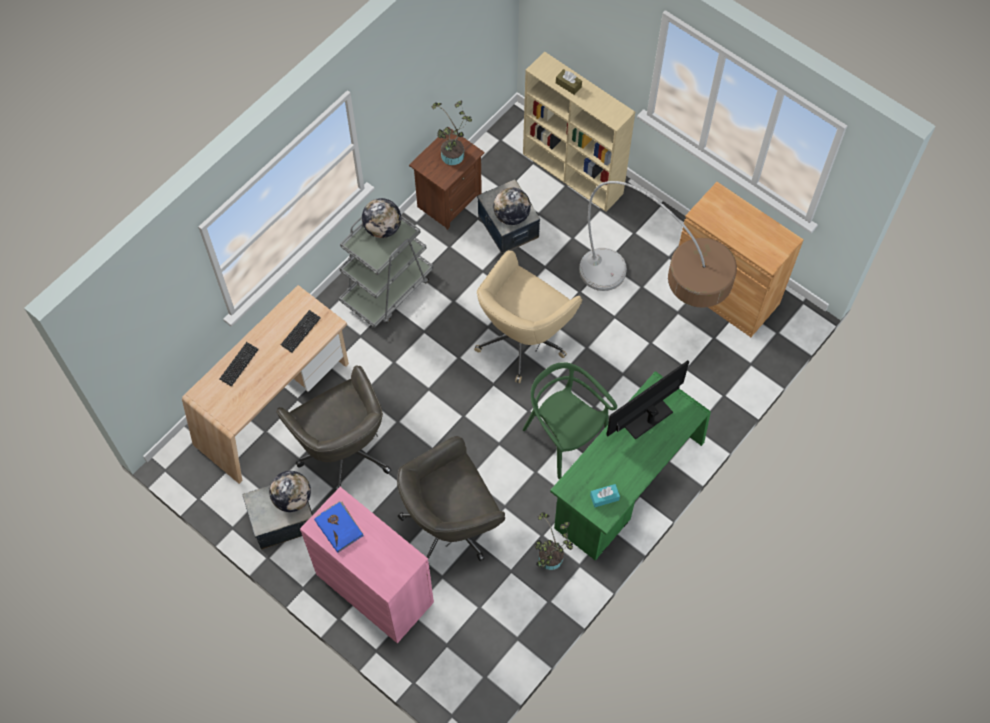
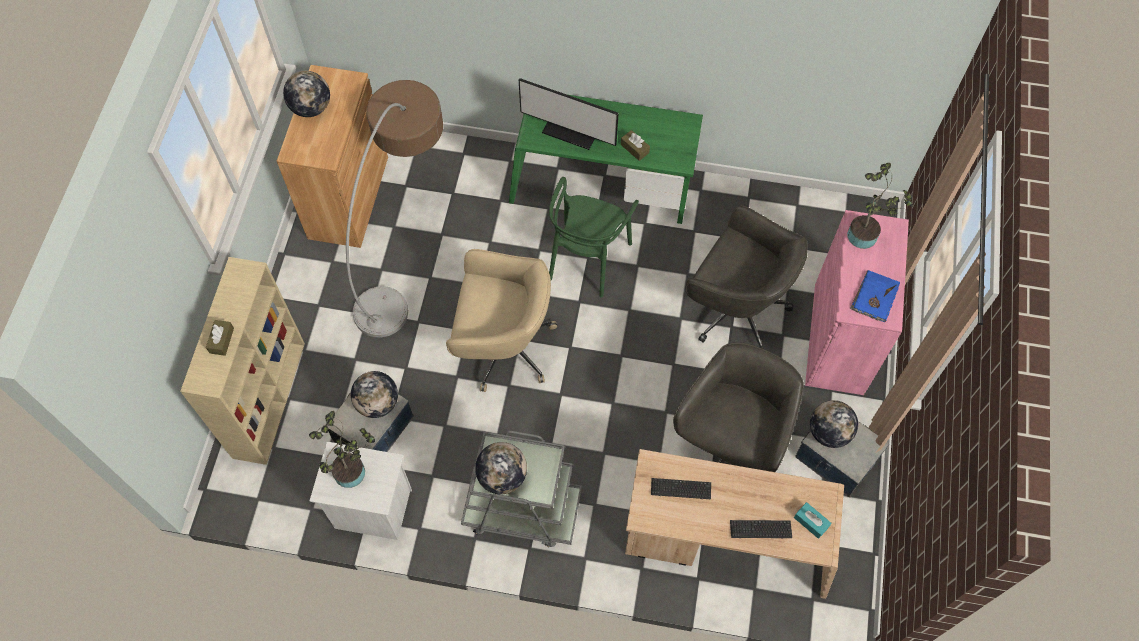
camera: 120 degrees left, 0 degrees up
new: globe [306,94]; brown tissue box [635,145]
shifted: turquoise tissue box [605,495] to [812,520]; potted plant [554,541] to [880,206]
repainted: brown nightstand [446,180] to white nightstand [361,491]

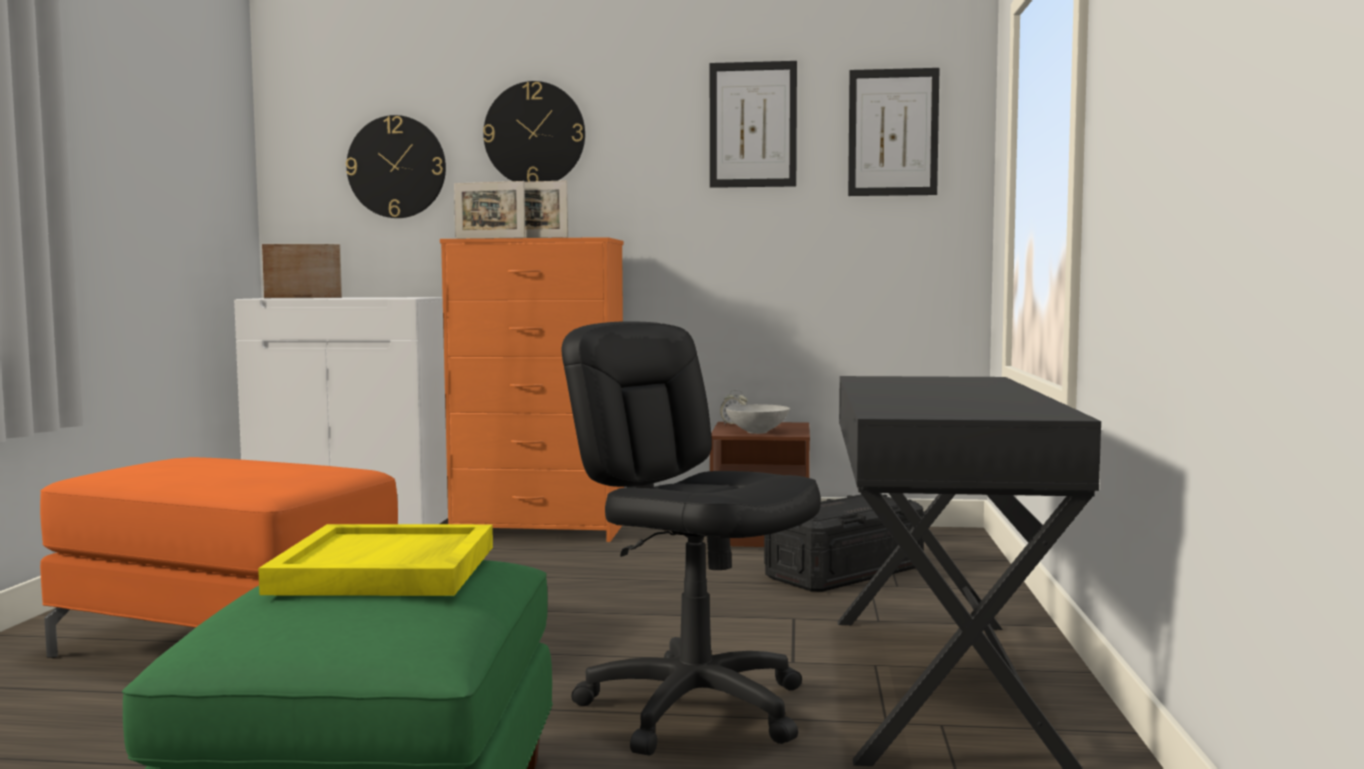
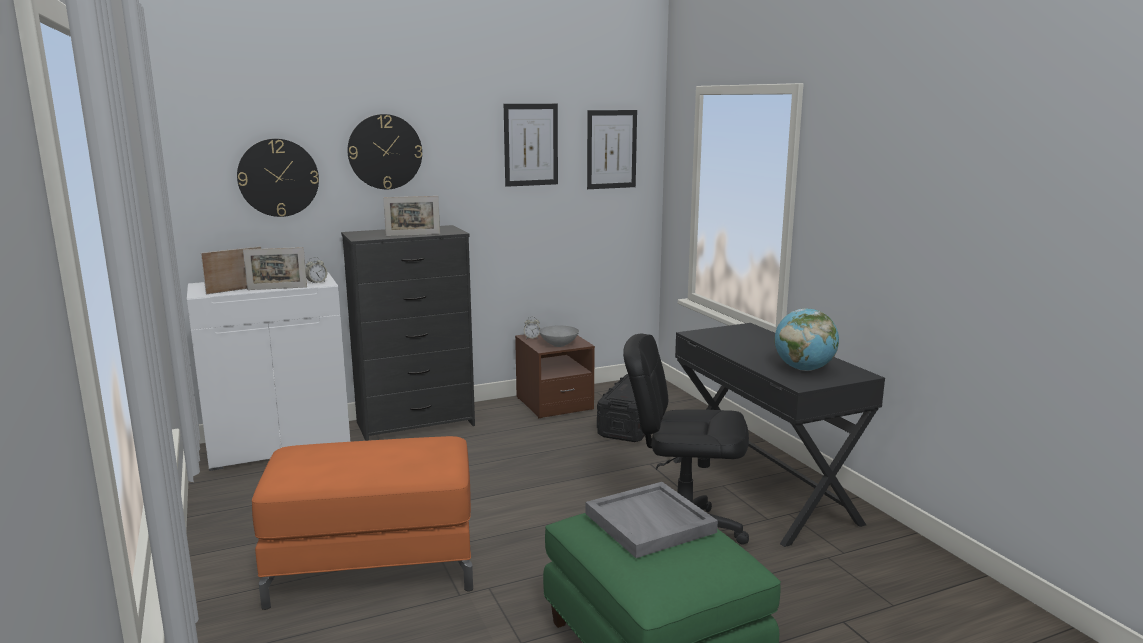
camera: 30 degrees left, 10 degrees up
new: alarm clock [316,270]; globe [806,339]
shifted: picture frame [489,210] to [275,268]
repainted: orange dresser [532,389] to black dresser [408,333]; yellow tray [375,560] to grey tray [651,520]

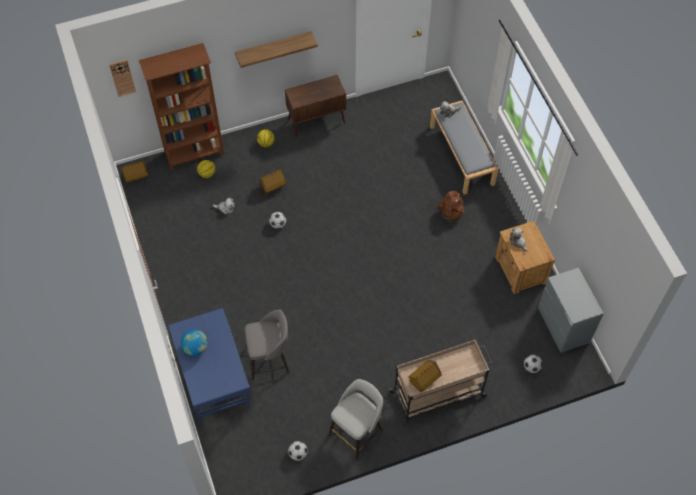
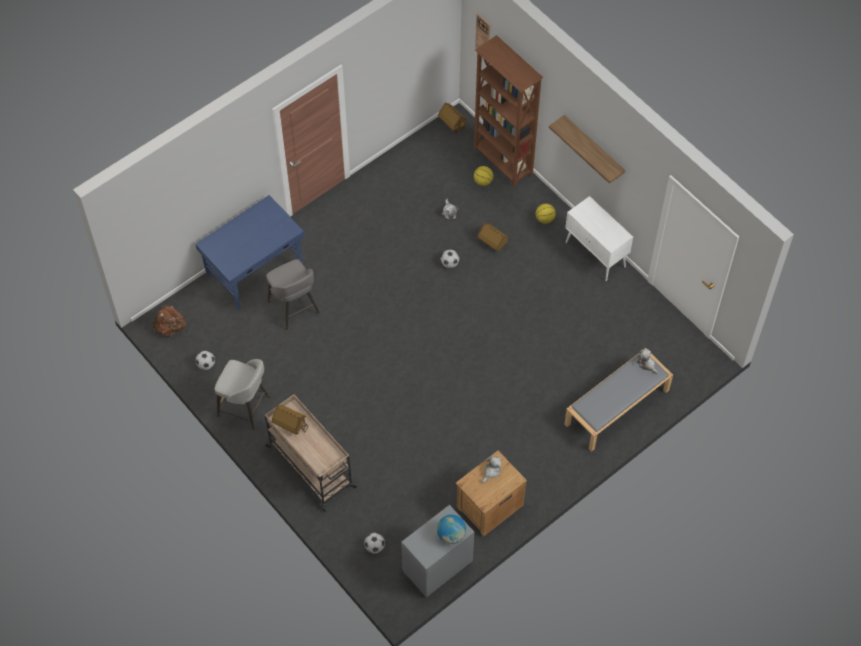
camera: 70 degrees right, 0 degrees up
shifted: brown backpack [451,207] to [169,320]; globe [194,342] to [451,529]
repainted: brown cabinet [315,106] to white cabinet [599,238]

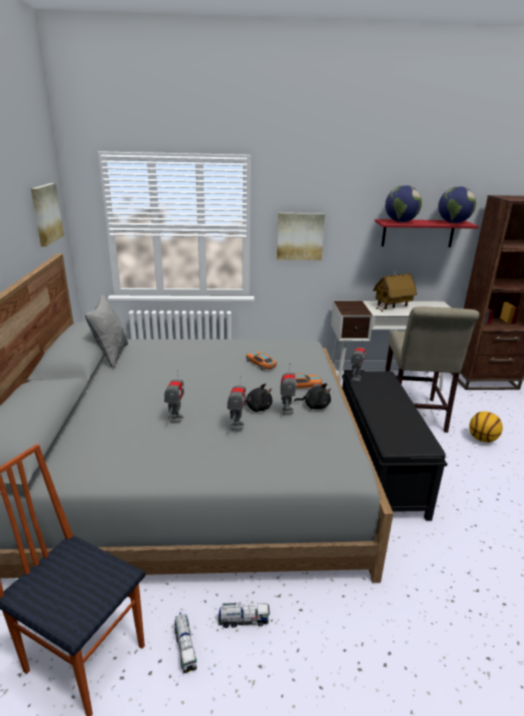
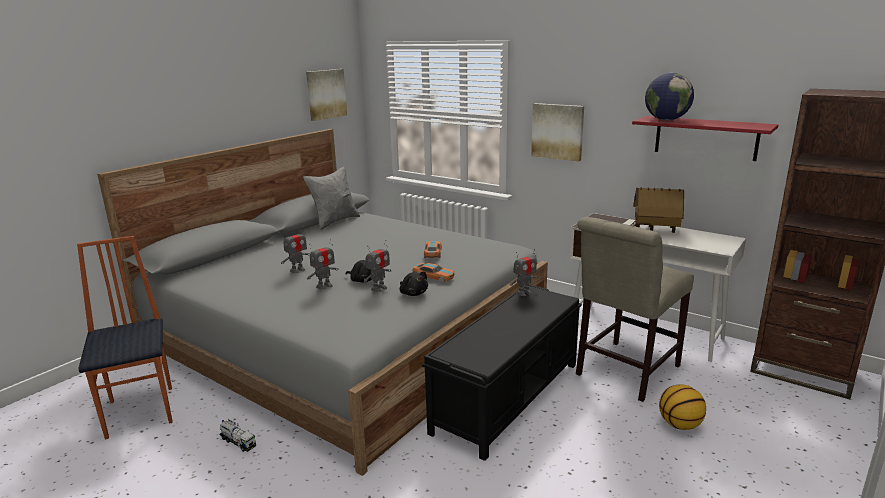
camera: 40 degrees right, 5 degrees down
gone: toy truck [186,643]; globe [457,204]

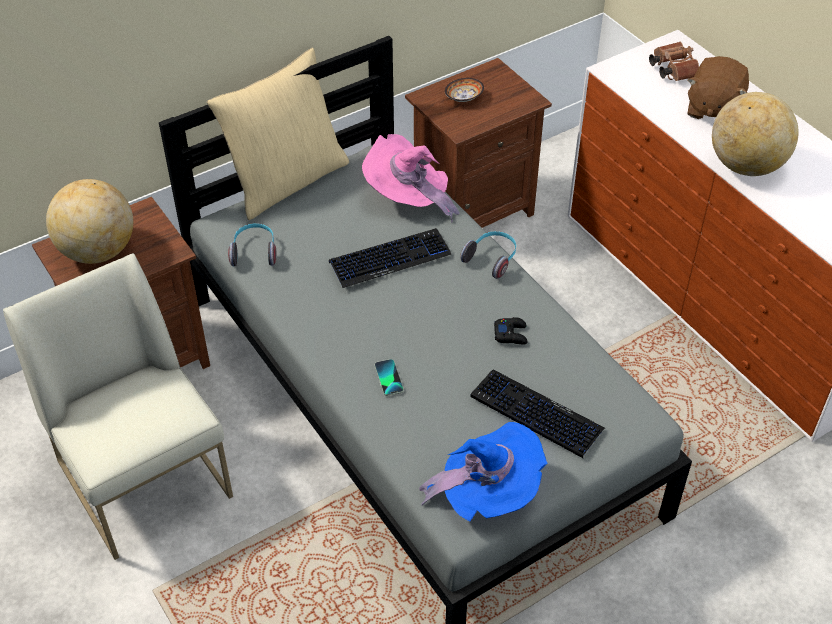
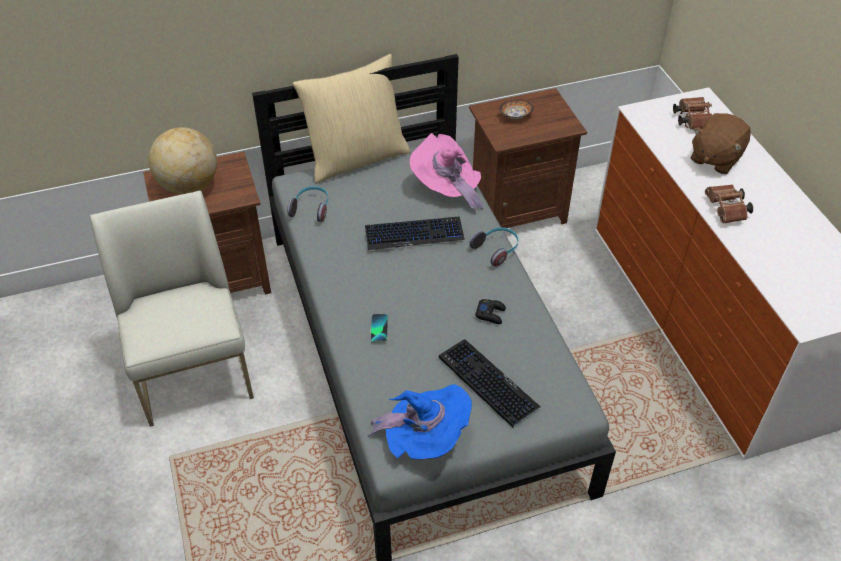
camera: 15 degrees right, 0 degrees up
swapped: globe [755,134] to brown binoculars [729,204]

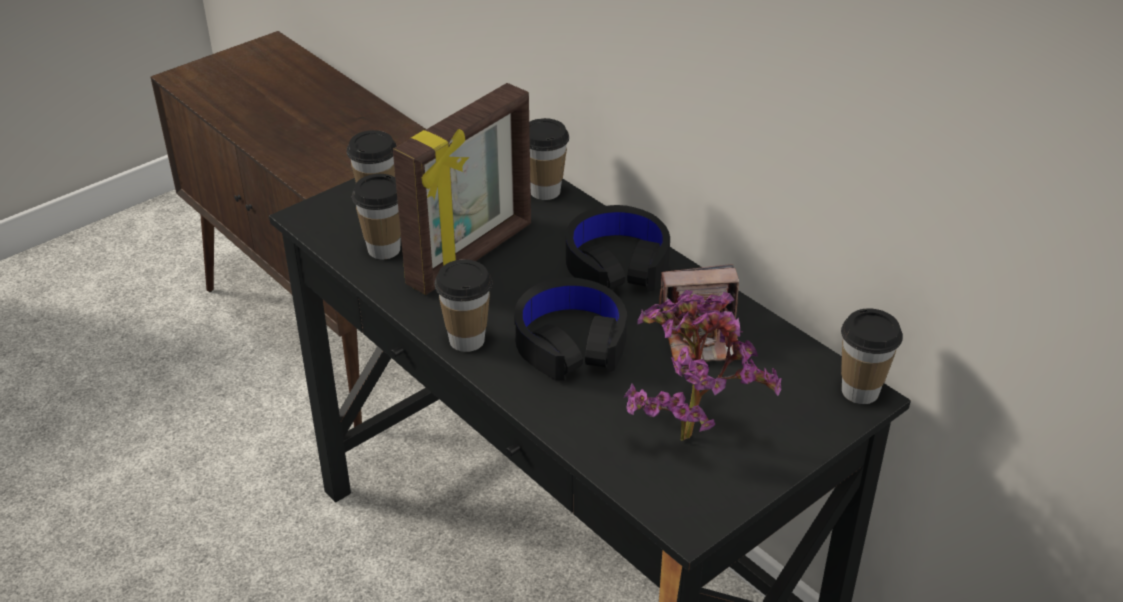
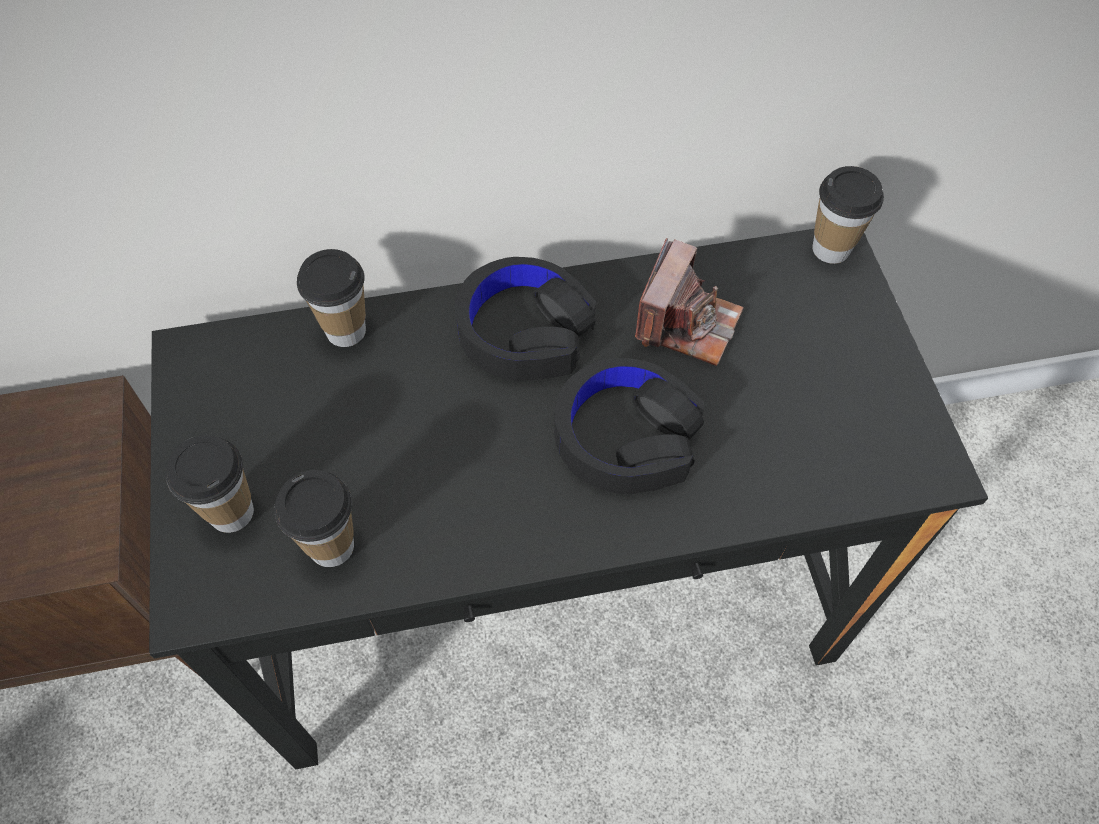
camera: 60 degrees left, 20 degrees up
gone: picture frame [462,189]; cup [463,305]; potted plant [702,365]

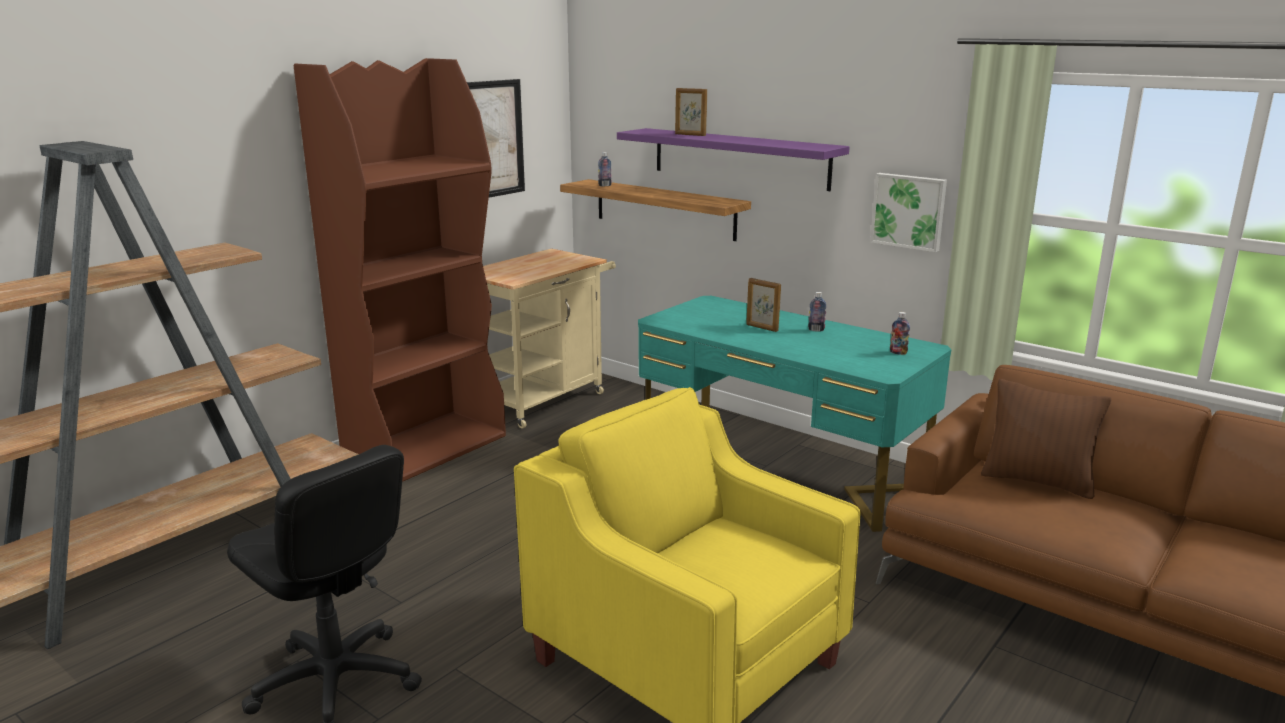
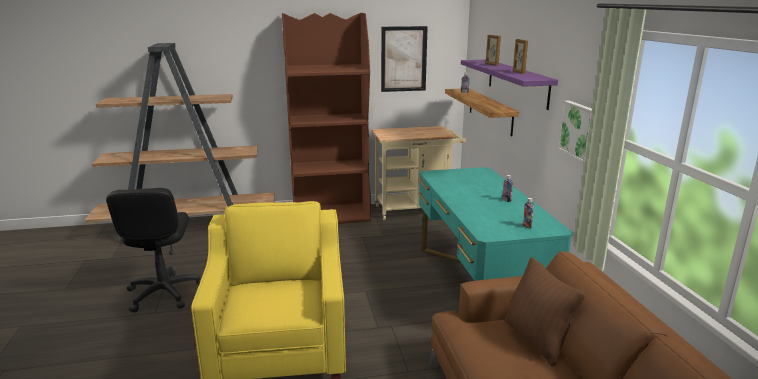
camera: 40 degrees right, 0 degrees up
shifted: picture frame [763,305] to [520,56]

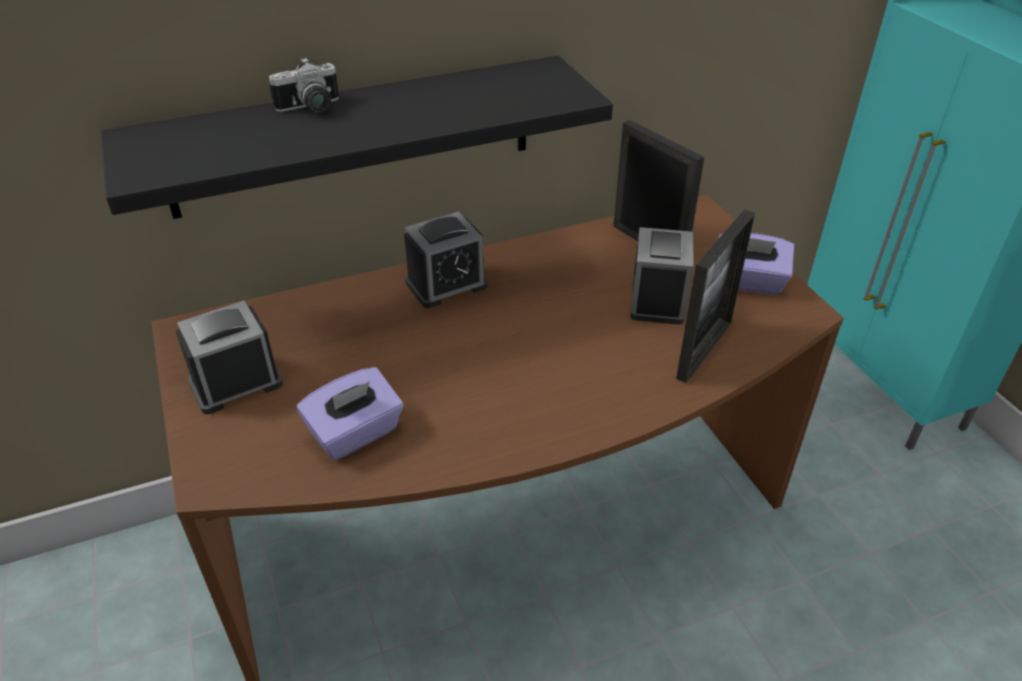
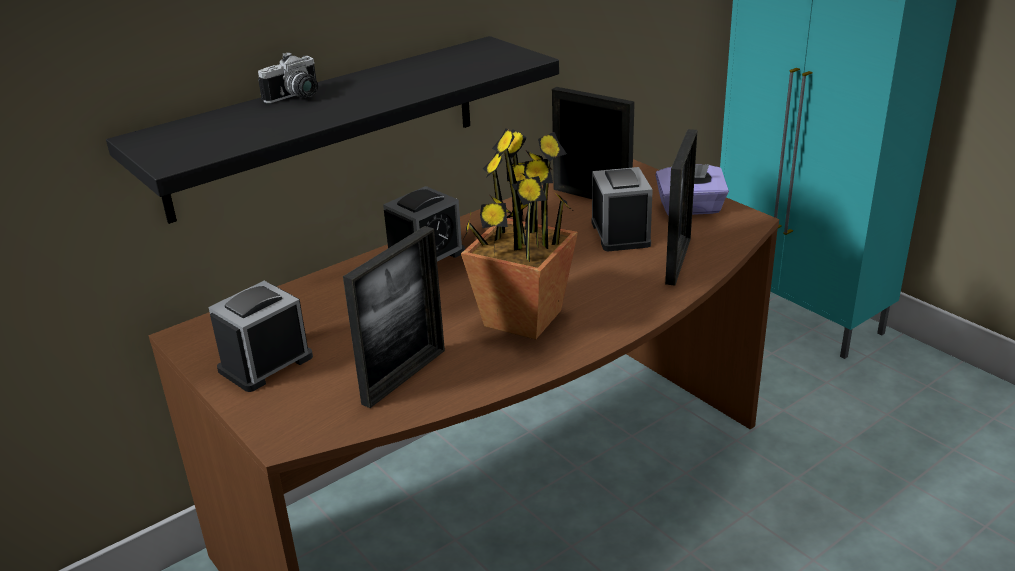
camera: 15 degrees left, 10 degrees down
new: potted plant [519,233]
swapped: purple tissue box [350,413] to picture frame [394,317]

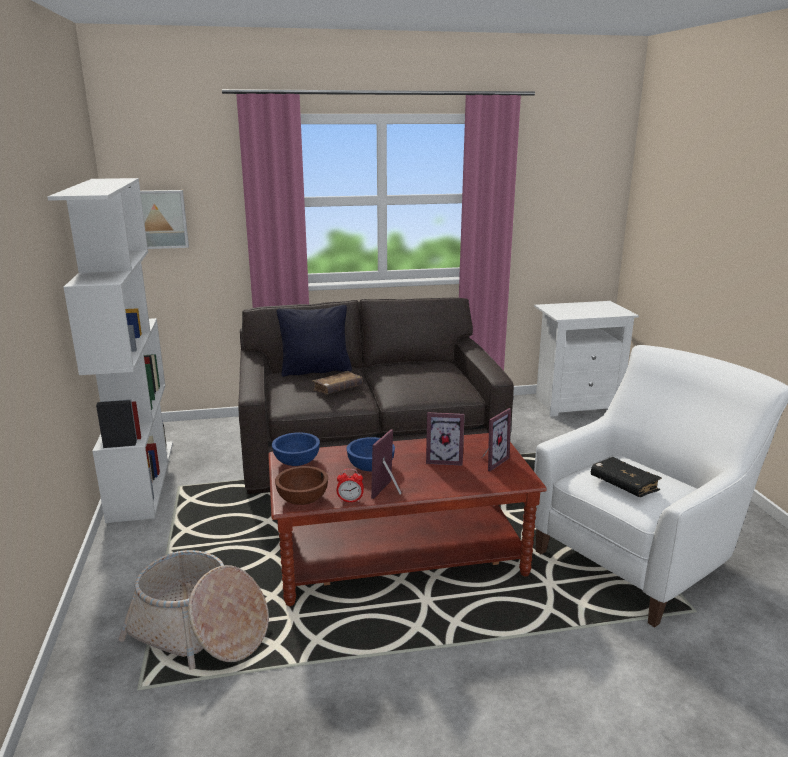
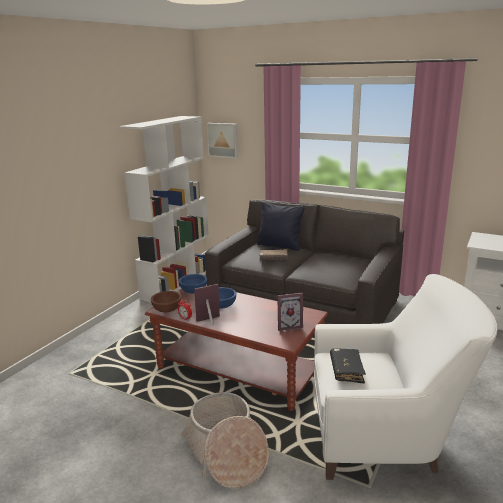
camera: 40 degrees right, 0 degrees up
gone: picture frame [445,439]
shifted: basket [194,610] to [225,440]

